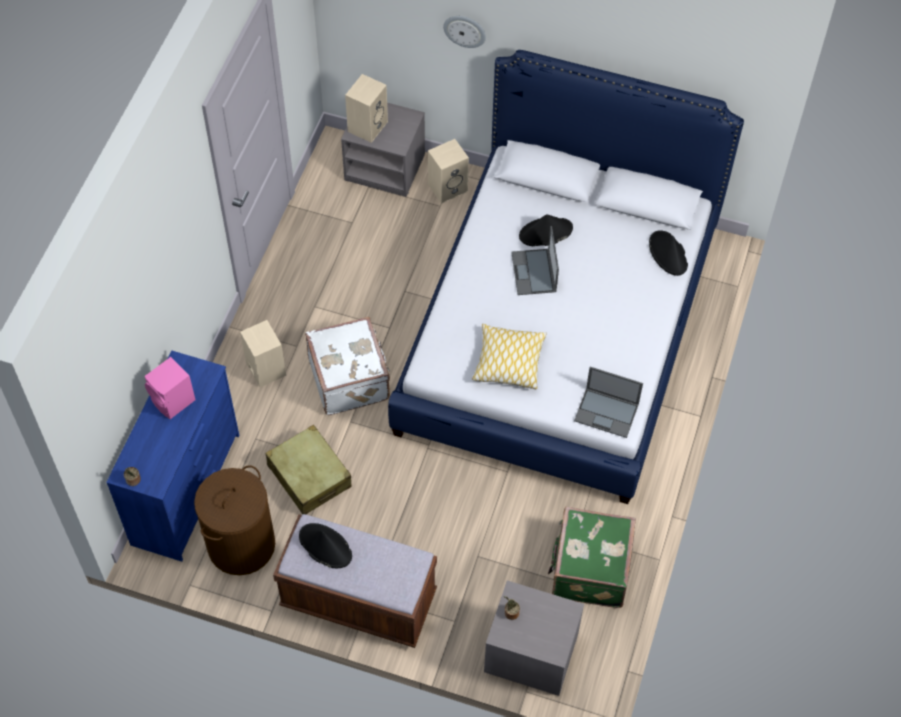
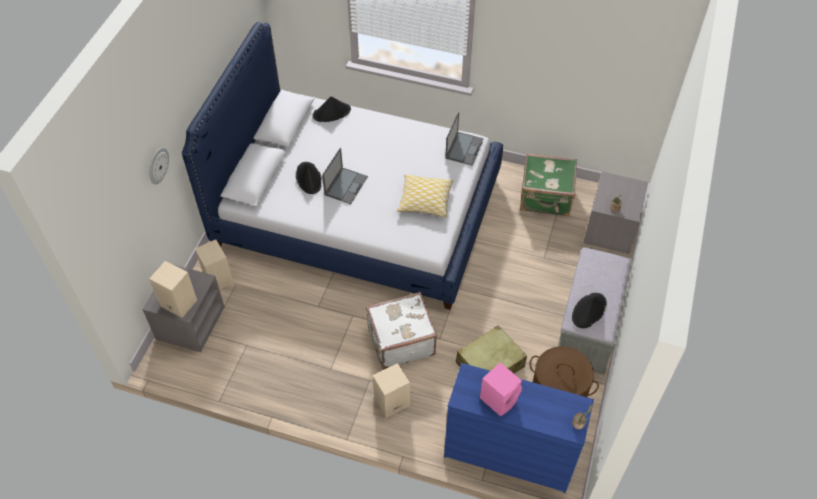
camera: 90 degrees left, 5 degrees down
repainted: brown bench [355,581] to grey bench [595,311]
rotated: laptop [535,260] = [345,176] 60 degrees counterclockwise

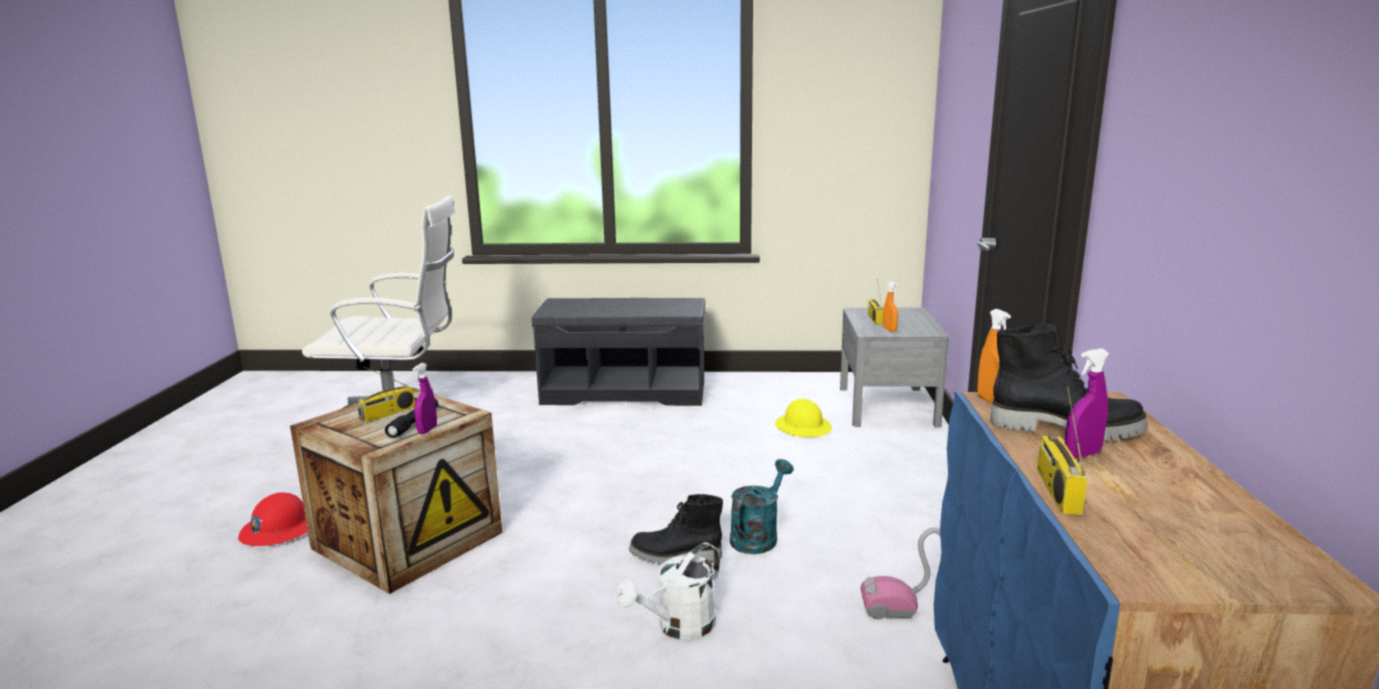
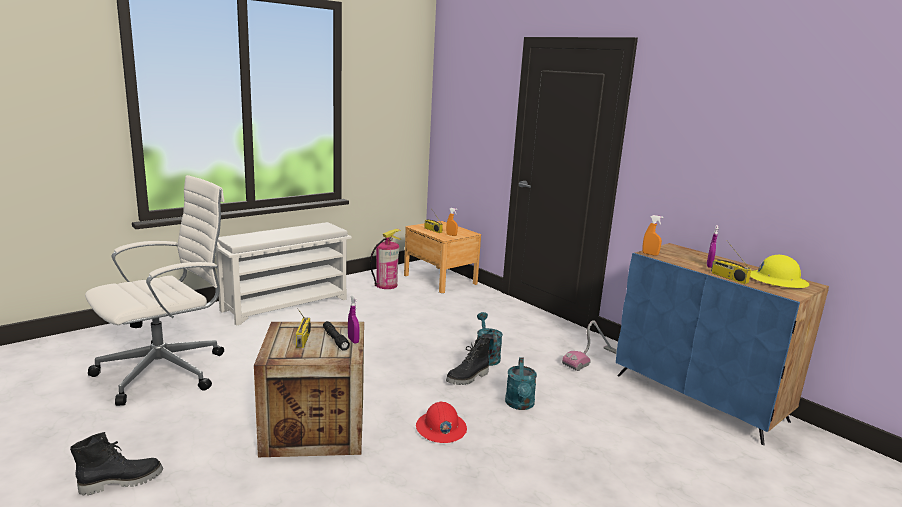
camera: 45 degrees left, 0 degrees up
new: fire extinguisher [385,259]
shifted: black boot [1069,382] to [116,464]; red hard hat [273,519] to [441,422]; yellow hard hat [803,418] to [779,271]
swapped: grey bench [618,352] to white shoe rack [284,274]
repainted: grey nightstand [894,367] to brown nightstand [442,257]; white watering can [668,591] to turquoise watering can [521,383]

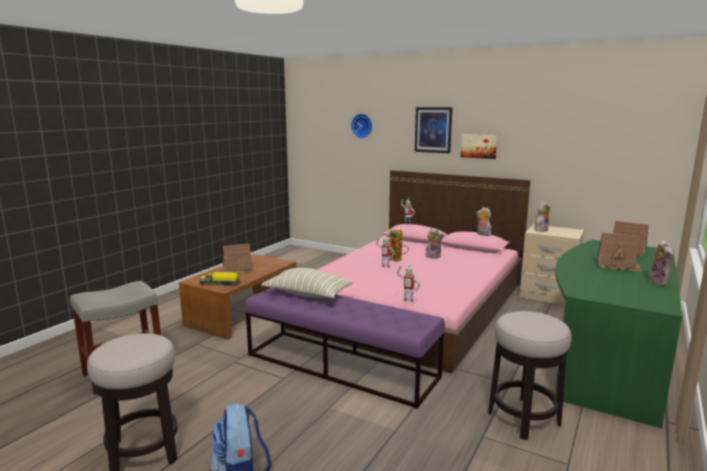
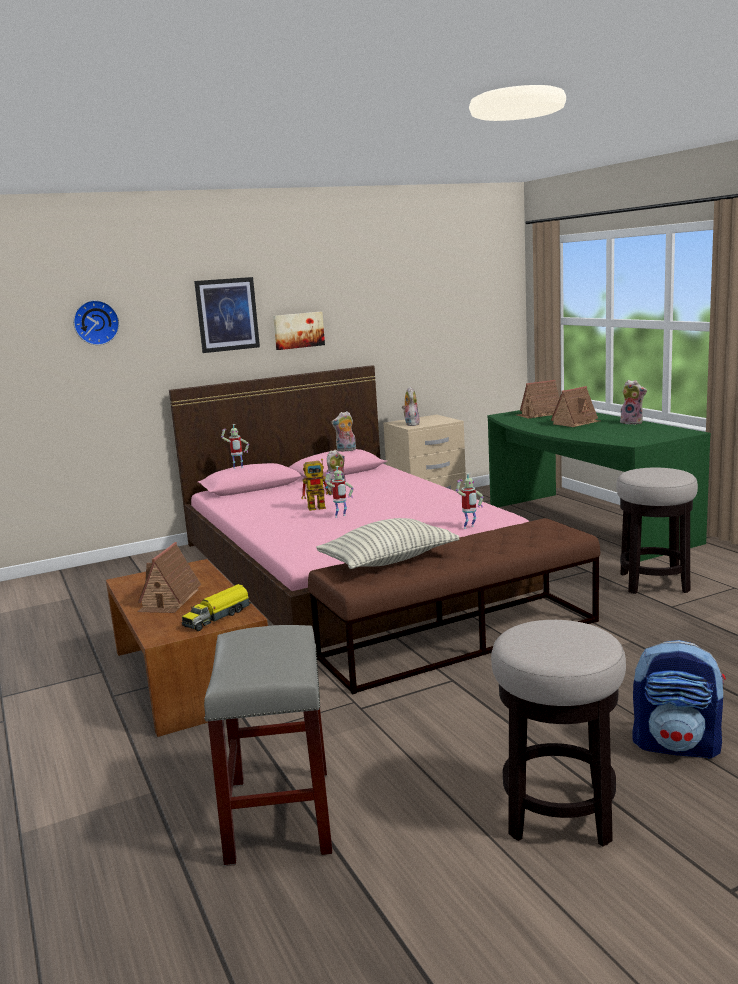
camera: 55 degrees left, 0 degrees up
repainted: purple bench [345,348] to brown bench [454,606]

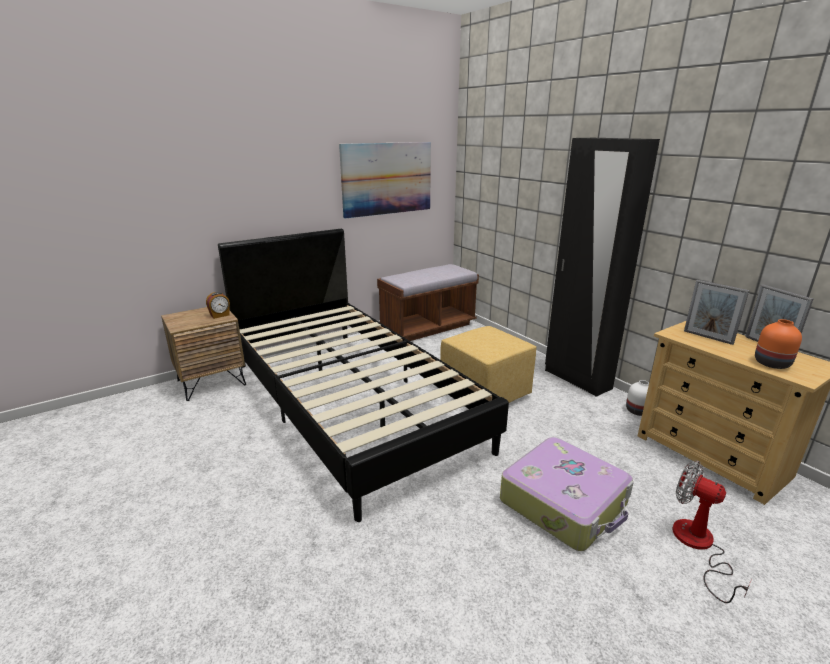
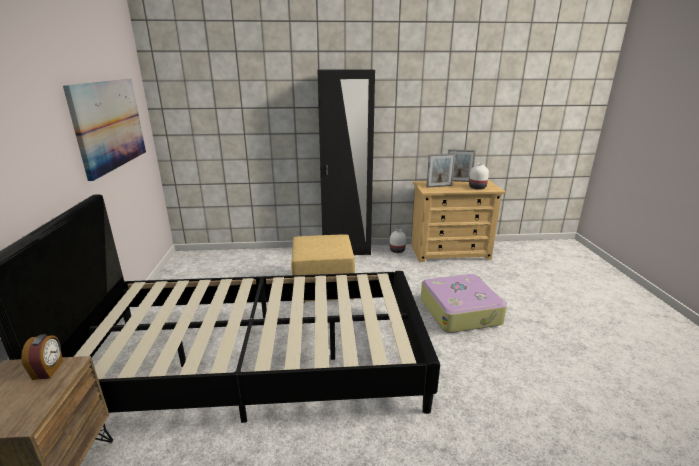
camera: 60 degrees left, 0 degrees up
gone: brown bench [428,302]; fan [712,531]
repainted: orange vase [778,344] to white vase [479,176]

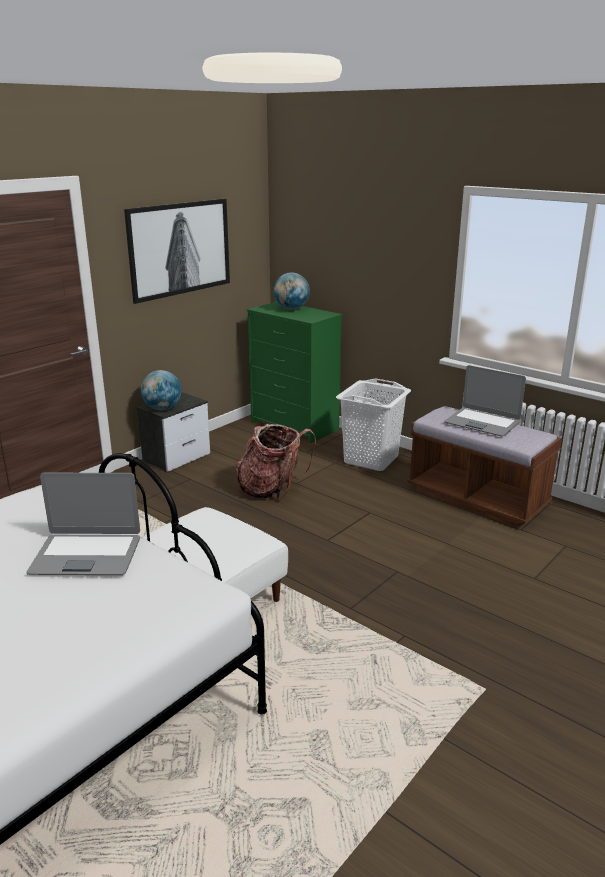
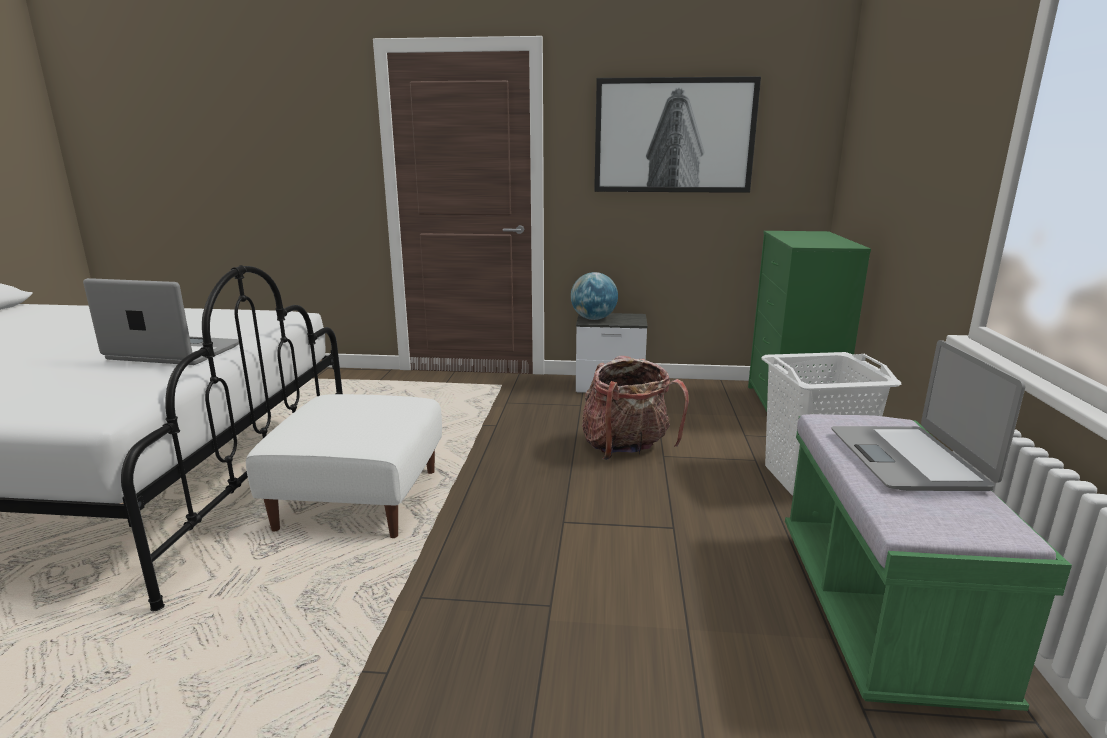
camera: 55 degrees right, 5 degrees down
gone: globe [291,291]
repainted: brown bench [485,466] to green bench [928,562]
rotated: laptop [83,524] = [161,321] 135 degrees clockwise

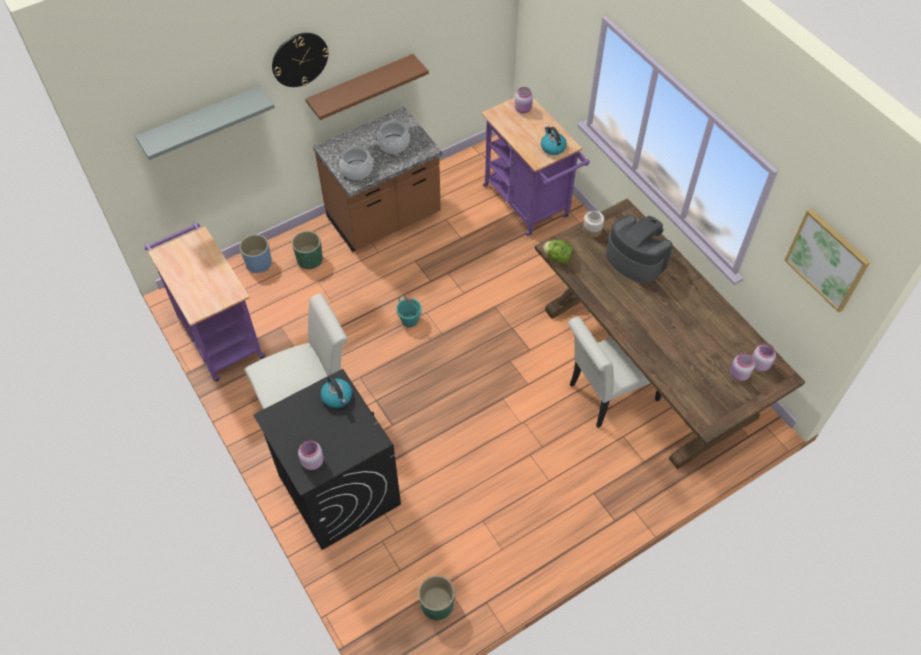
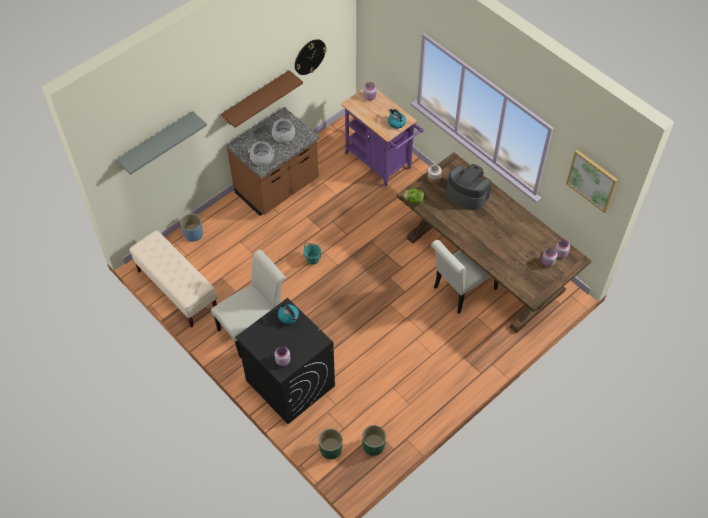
camera: 10 degrees left, 0 degrees up
shifted: wall clock [300,60] to [311,57]; green planter [307,250] to [330,443]
swapped: purple cart [205,302] to beige bench [173,279]

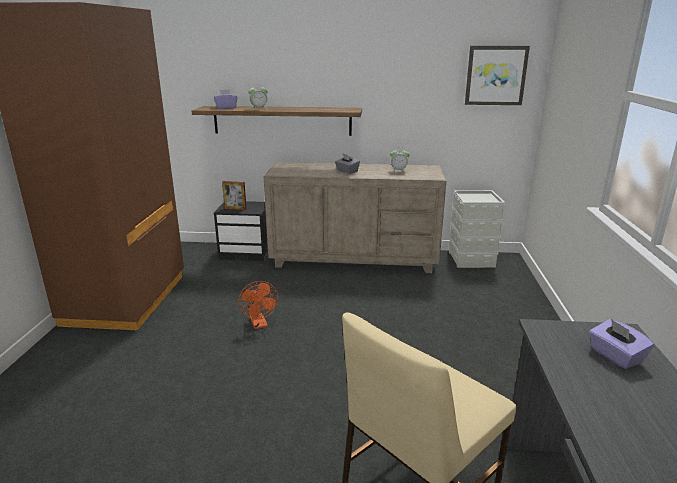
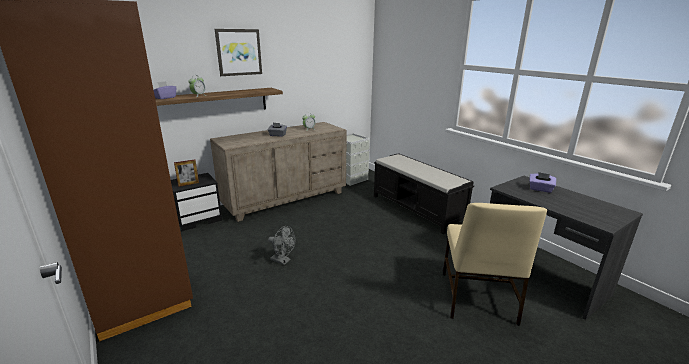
camera: 40 degrees left, 0 degrees up
new: black bench [424,193]
shifted: picture [497,75] to [238,52]
repainted: orange fan [258,305] to grey fan [281,245]

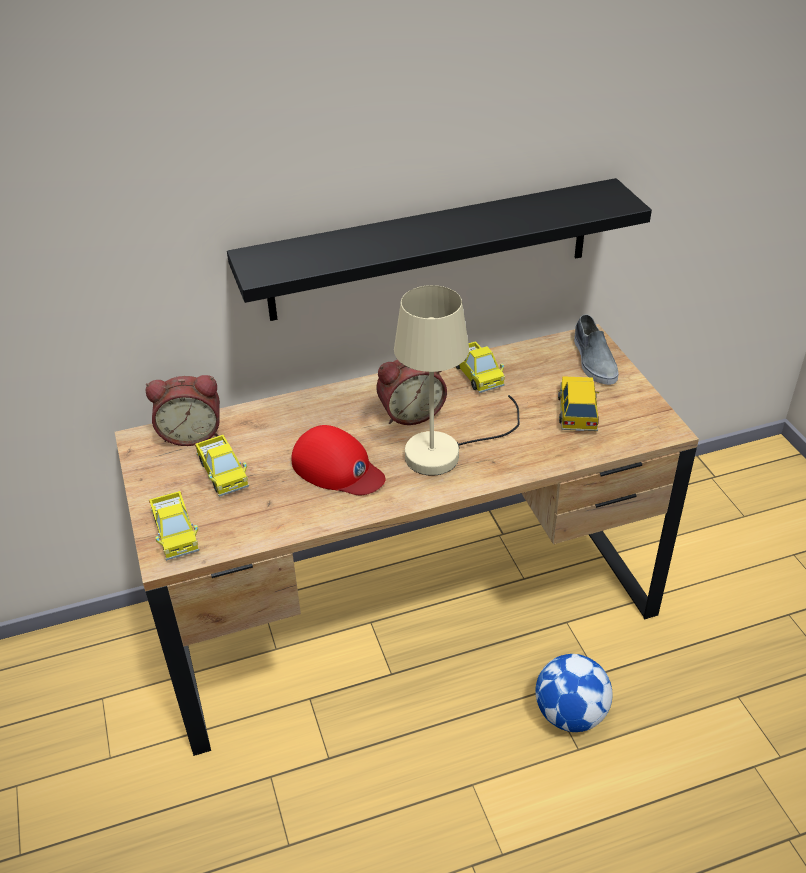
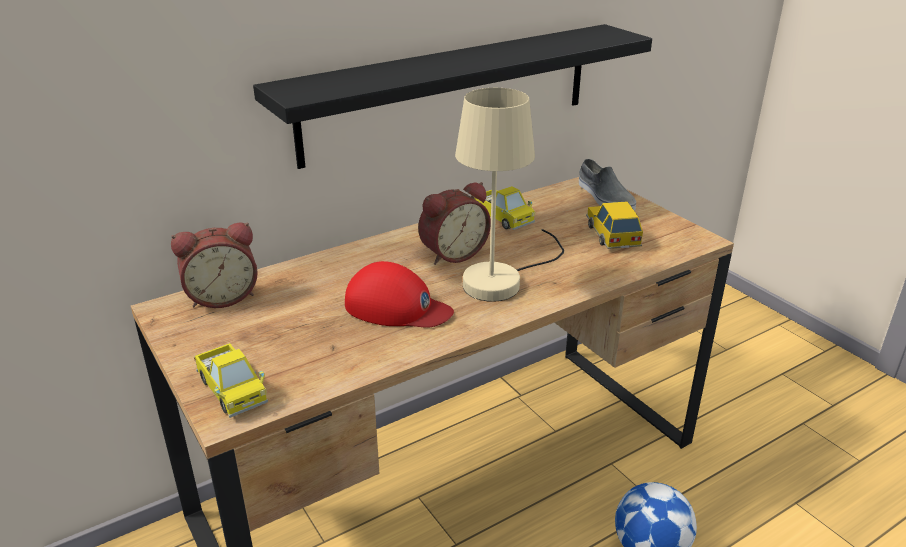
camera: 15 degrees left, 10 degrees down
gone: toy truck [222,466]

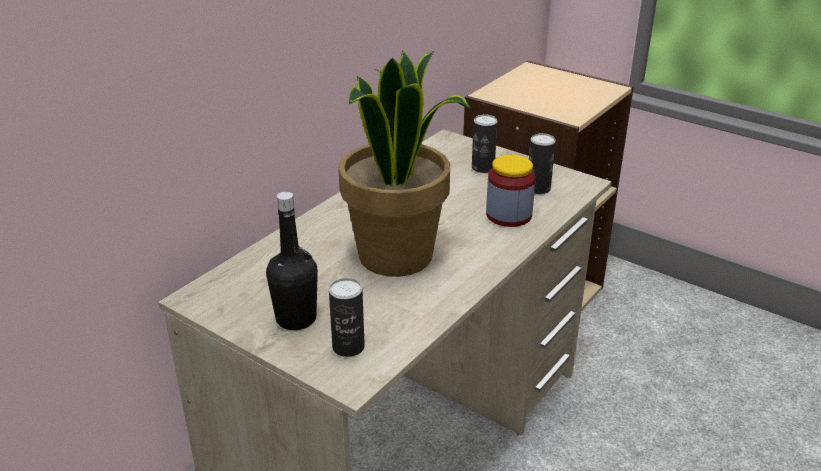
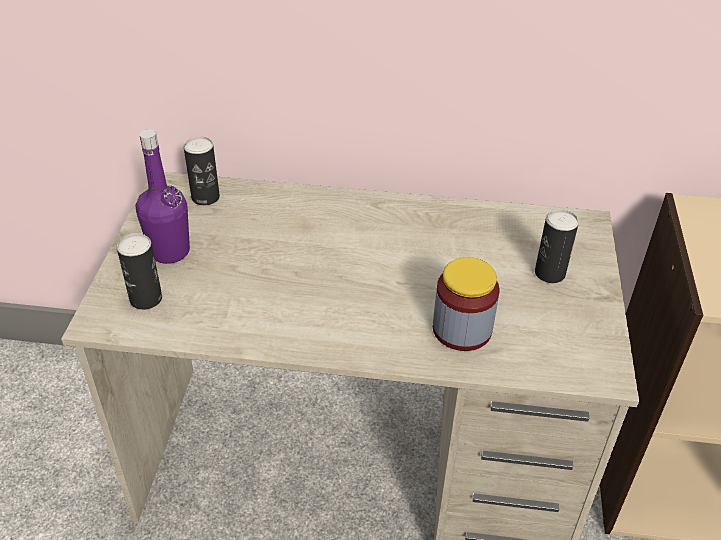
camera: 60 degrees right, 10 degrees up
gone: potted plant [404,163]
shifted: can [542,163] to [202,171]
repainted: black bottle [292,261] to purple bottle [163,196]

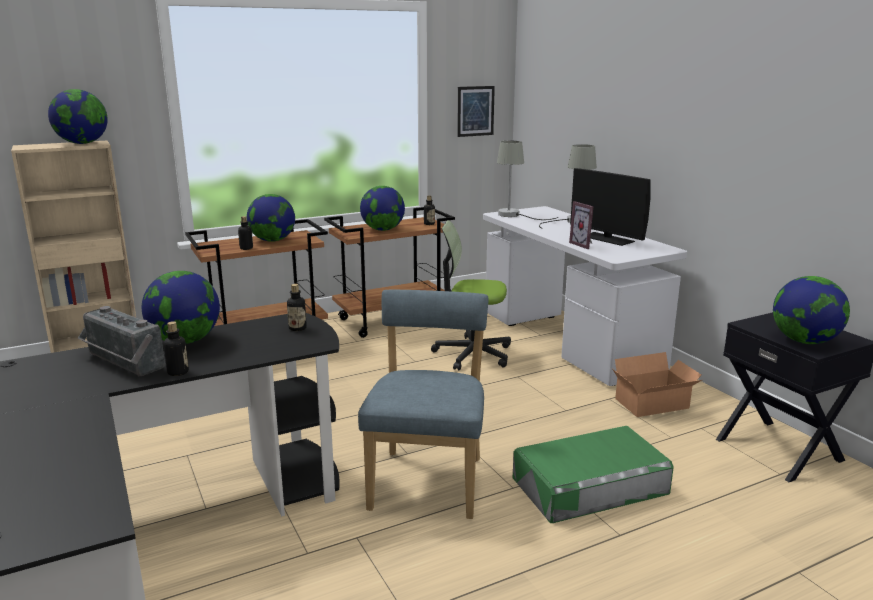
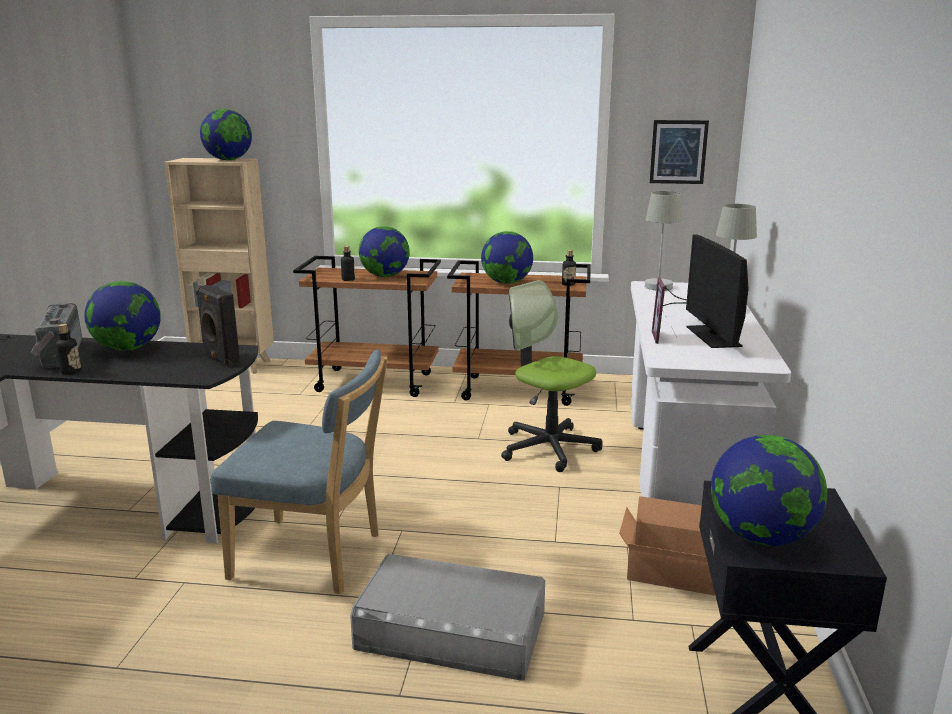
camera: 35 degrees right, 0 degrees up
swapped: bottle [297,307] to black speaker [218,326]
repainted: green storage box [593,474] to grey storage box [447,617]
rotated: blue chair [423,404] = [299,471] 60 degrees clockwise

